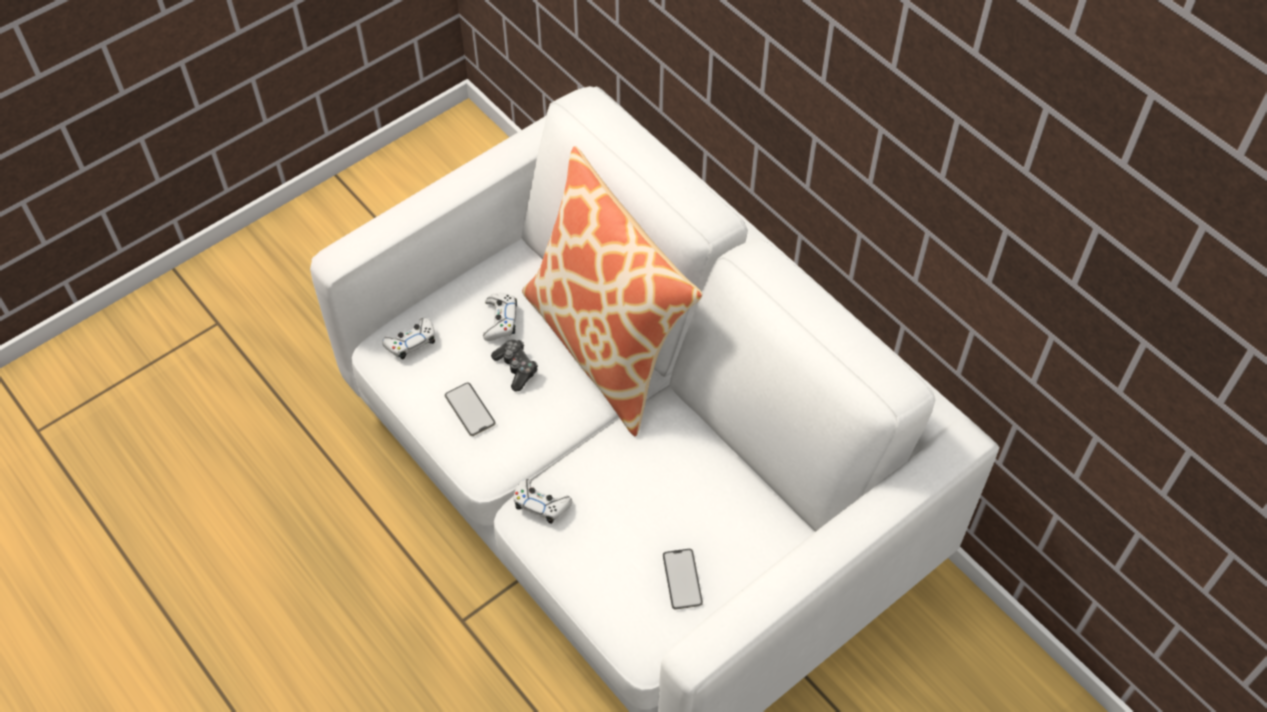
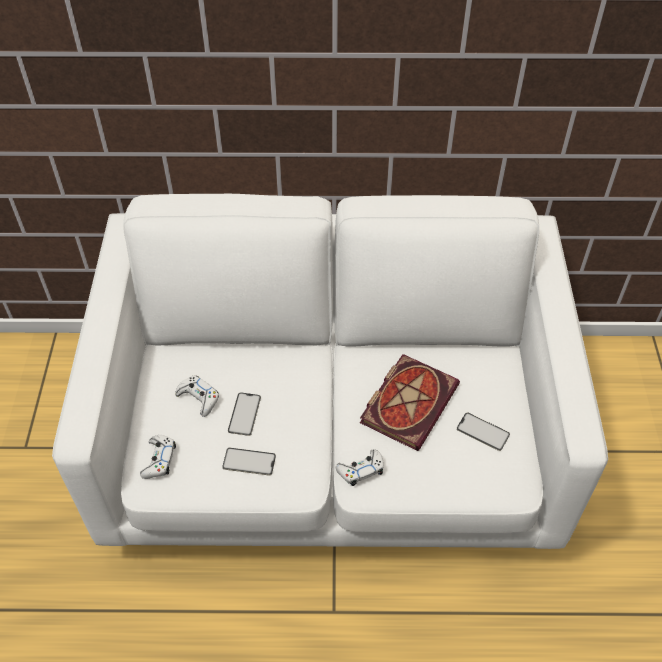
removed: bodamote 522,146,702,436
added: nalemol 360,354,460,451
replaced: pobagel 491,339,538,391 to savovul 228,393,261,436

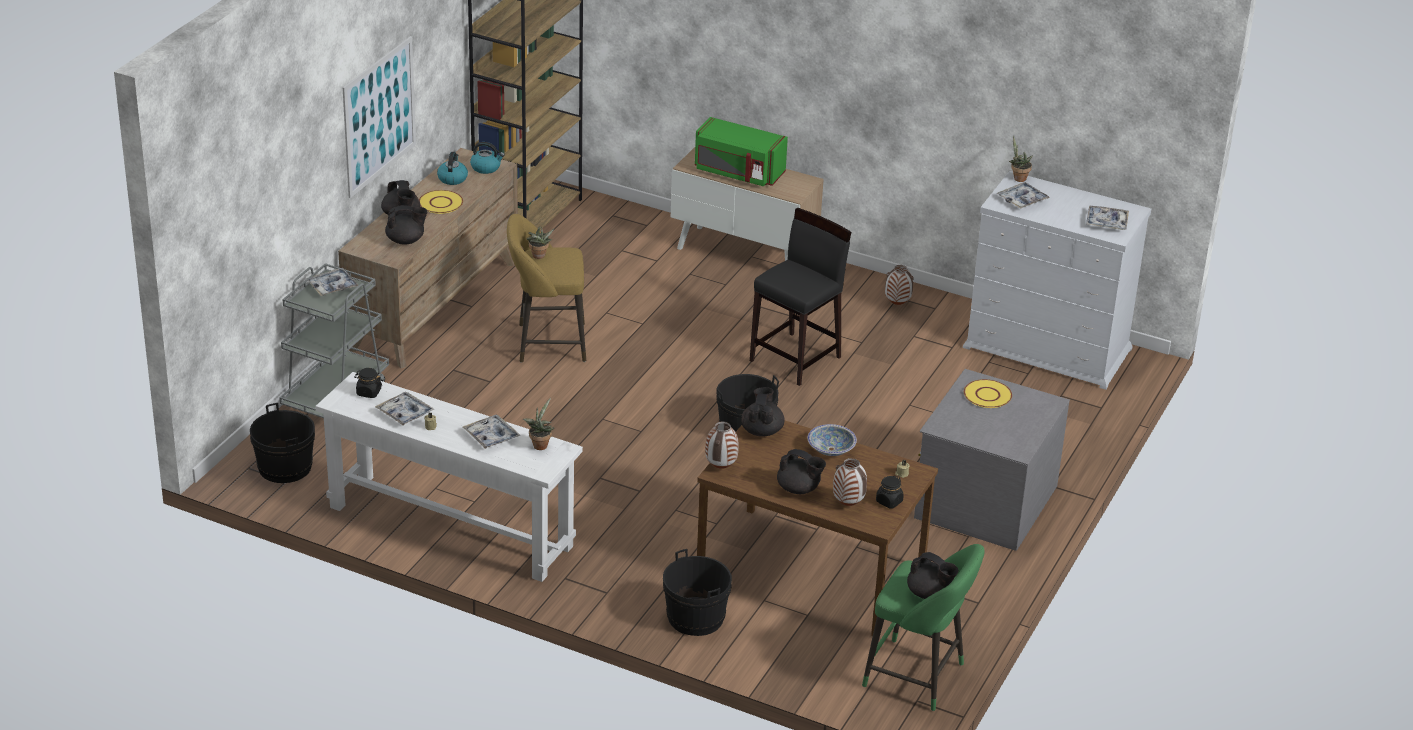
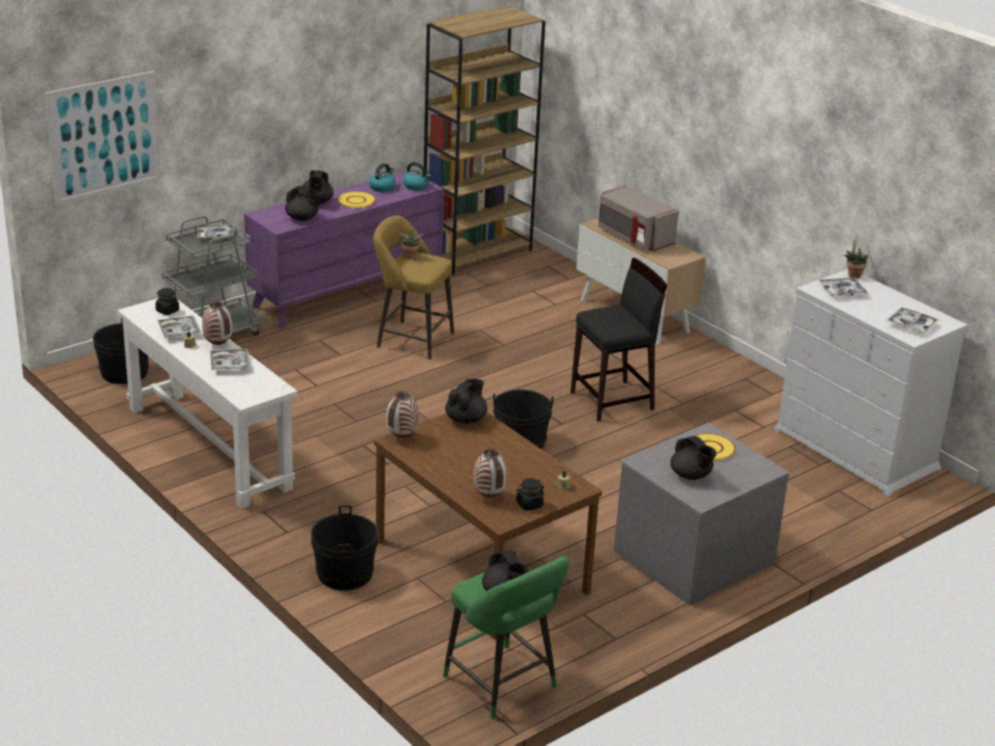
removed: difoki 523,398,554,450; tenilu 808,424,857,456
moved: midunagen 343,36,416,198 to 45,71,161,205; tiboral 885,265,914,305 to 202,301,232,345; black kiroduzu 777,449,826,494 to 670,436,717,480
recoloured: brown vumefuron 338,148,518,368 to purple vumefuron 244,170,444,329; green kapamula 695,117,788,186 to grey kapamula 598,185,679,251

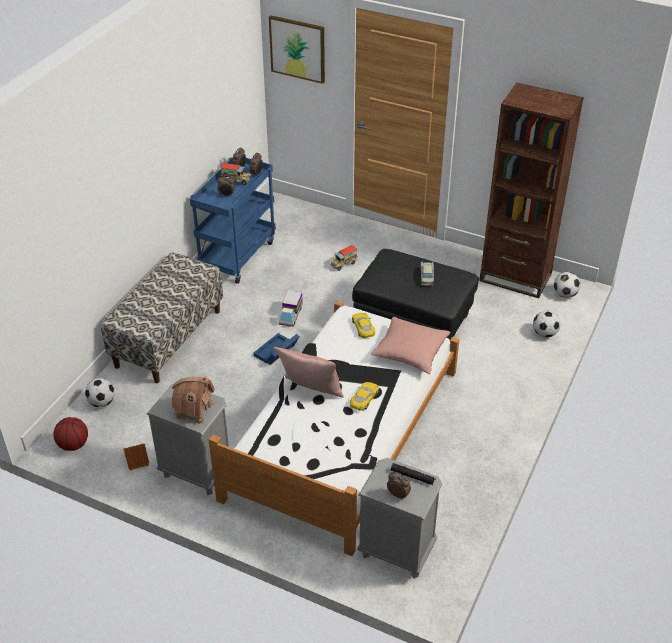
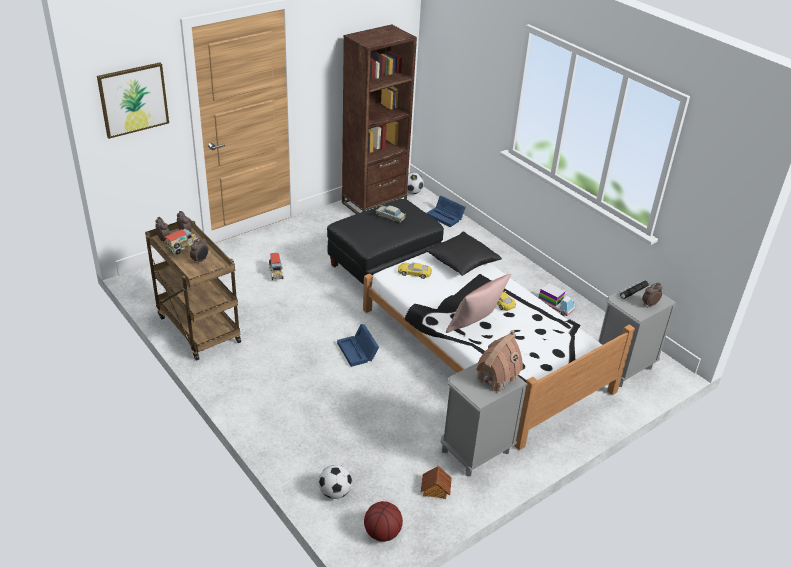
removed: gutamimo 101,252,223,383
moved: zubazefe 279,290,303,327 to 538,283,575,316
replaced: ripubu 533,311,561,338 to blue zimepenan 426,196,466,227
recoloured: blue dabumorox 190,157,276,284 to brown dabumorox 145,219,241,360; pink bodamote 370,317,450,374 to black bodamote 424,232,502,276

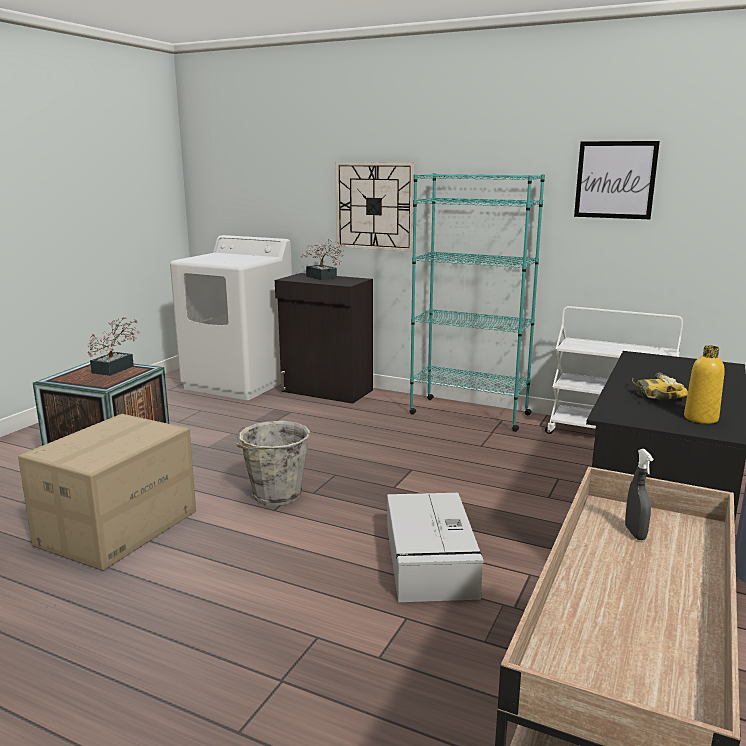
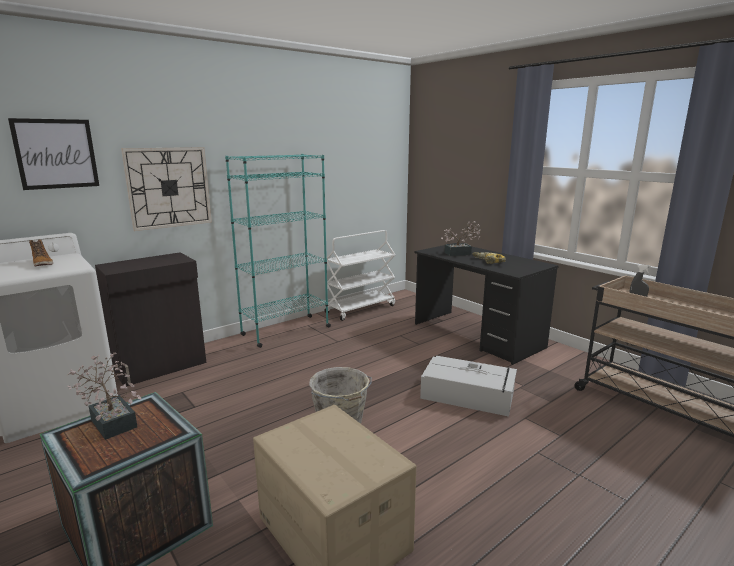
removed: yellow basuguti 684,345,725,424
added: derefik 29,239,53,266
moved: midunagen 574,141,660,219 to 8,118,99,190; difoki 300,239,346,280 to 441,221,481,256

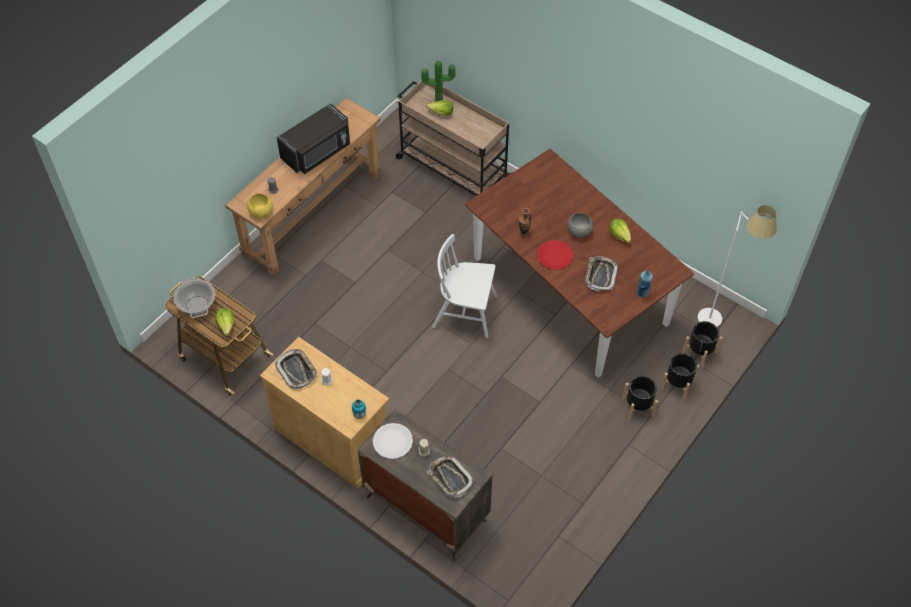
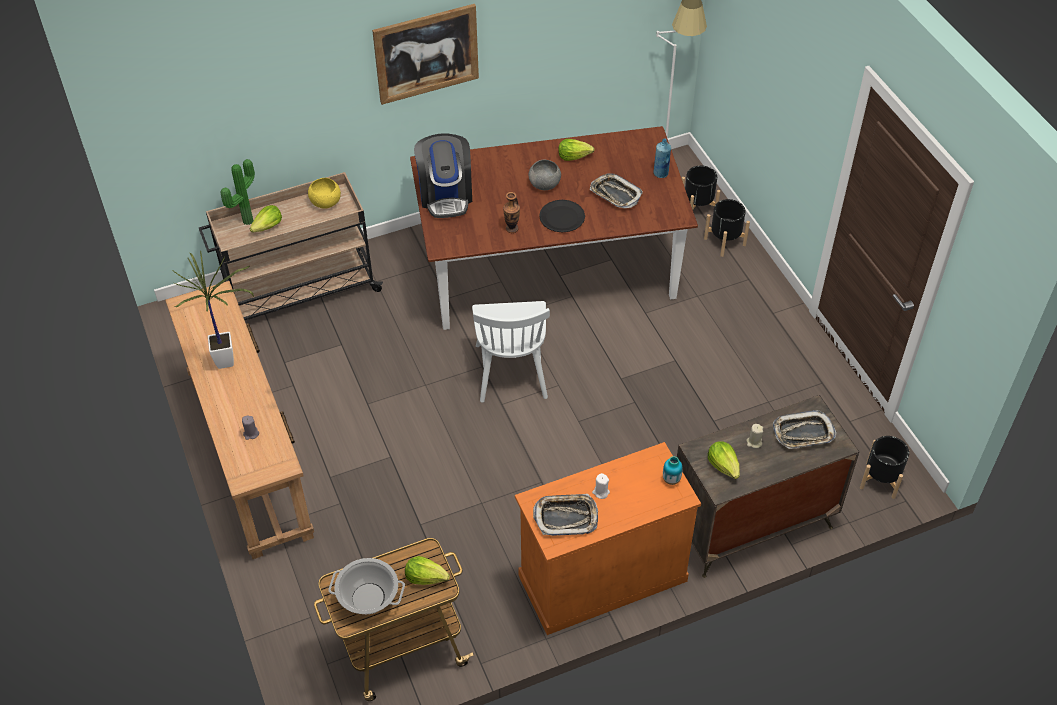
added: midunagen 372,4,479,105; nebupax 414,133,472,218
moved: yellow tenilu 247,194,273,218 to 308,178,341,208; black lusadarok 622,376,658,420 to 860,436,909,499
replaced: black kapamula 277,103,350,174 to difoki 174,250,254,369; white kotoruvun 373,423,413,459 to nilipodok 708,441,740,479
recoloured: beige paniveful 260,337,389,489 to orange paniveful 515,442,701,635; red kotoruvun 537,240,573,269 to black kotoruvun 539,200,585,232
turned: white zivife 432,234,497,338 = 472,301,550,402 45 degrees counterclockwise

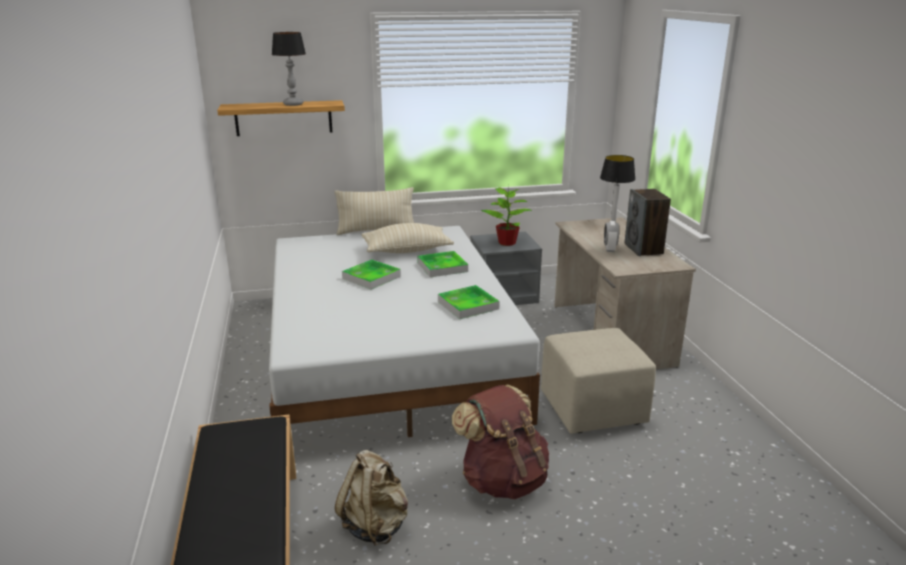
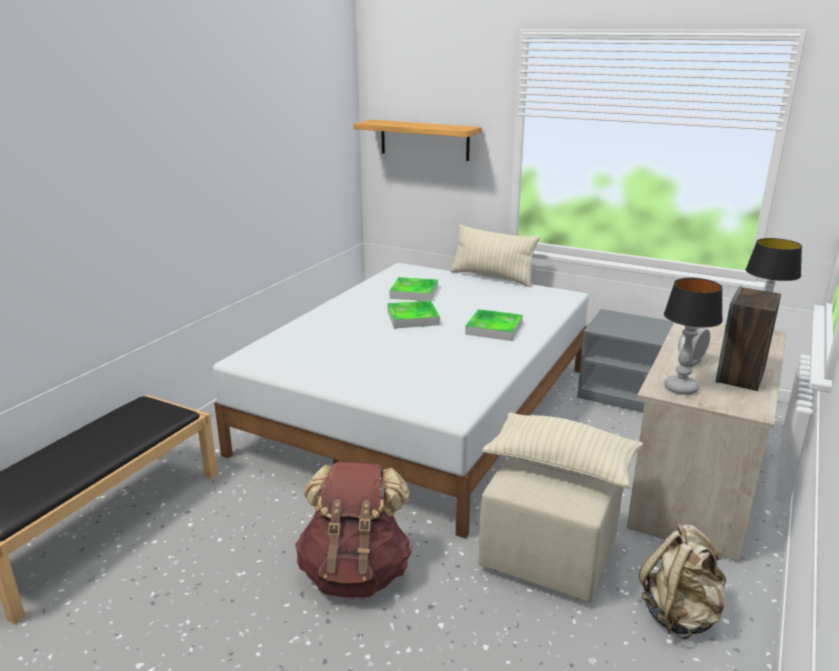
removed: difoki 481,185,532,246
moved: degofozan 438,285,500,319 to 390,277,438,301; beige bodamote 361,223,454,253 to 482,412,643,489; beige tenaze 335,450,408,546 to 639,524,726,639; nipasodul 272,32,306,106 to 664,278,723,395

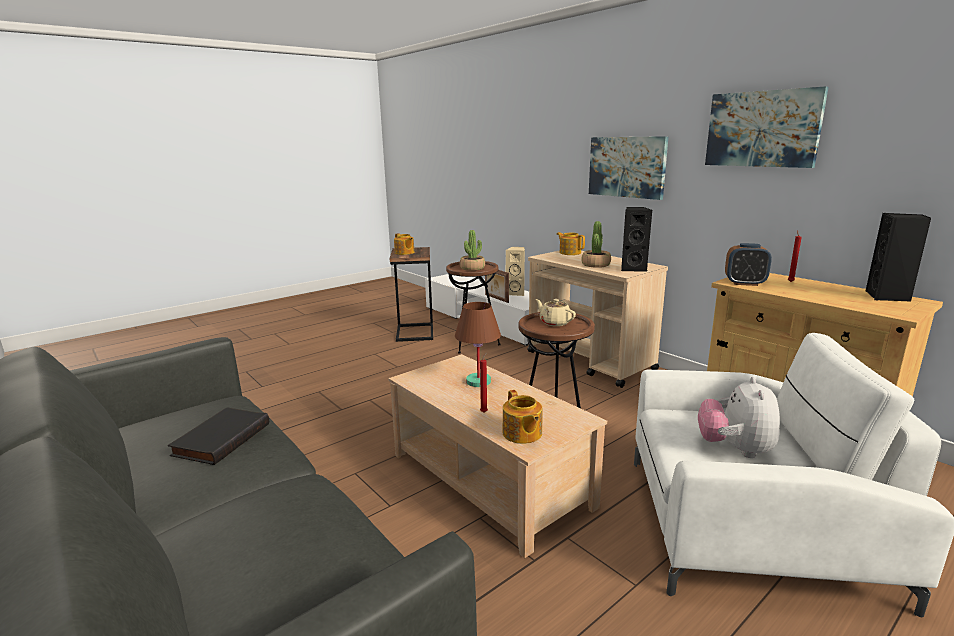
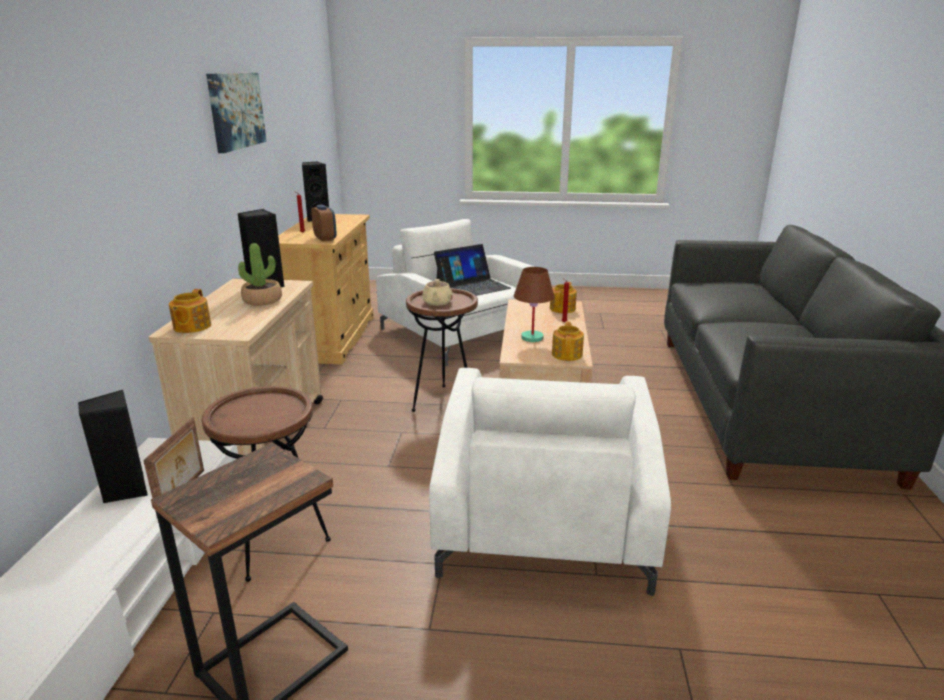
removed: black nalemol 167,407,269,465; difoki 460,230,485,271; midunagen 589,136,669,200
added: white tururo 429,368,671,596
moved: kiroduzu 394,233,414,255 to 552,321,584,361
replaced: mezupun 698,377,780,458 to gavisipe 434,244,511,296
recoloured: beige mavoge 505,247,525,296 to black mavoge 78,390,148,503

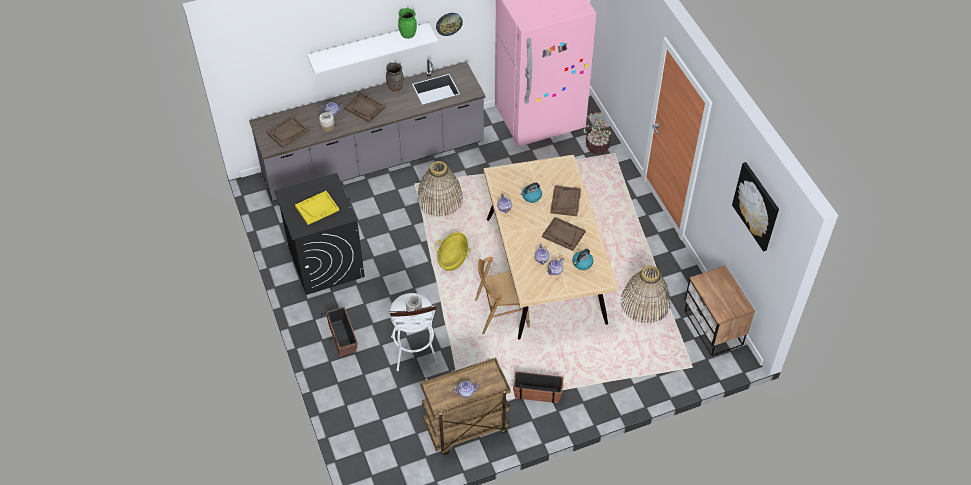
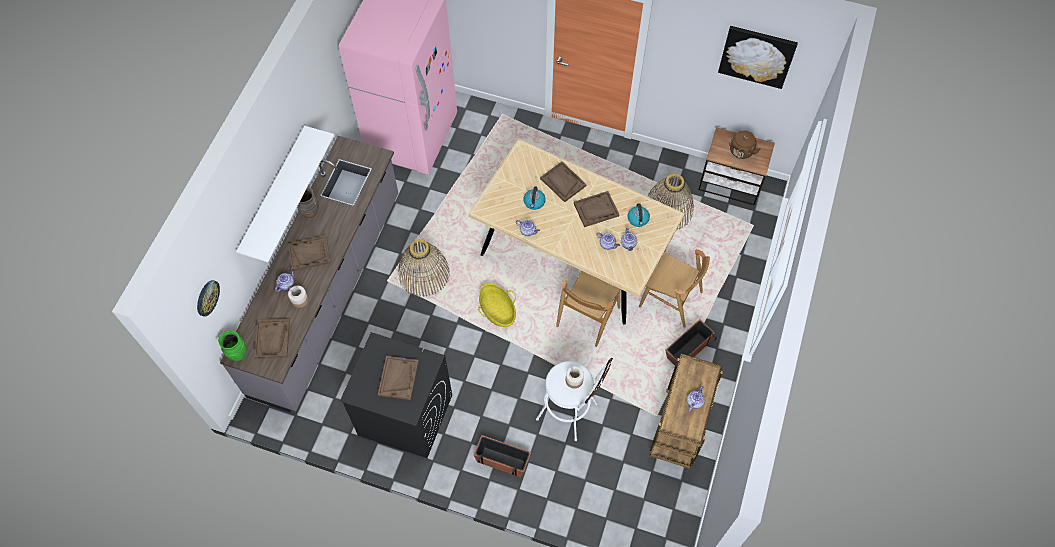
removed: difoki 582,111,613,154
added: brown zivife 639,249,710,328; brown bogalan 729,131,761,159
moved: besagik 436,13,463,36 to 197,280,220,317; green tiboral 398,8,417,39 to 218,330,247,361
recoloured: yellow degofozan 295,191,339,225 to brown degofozan 378,356,419,400

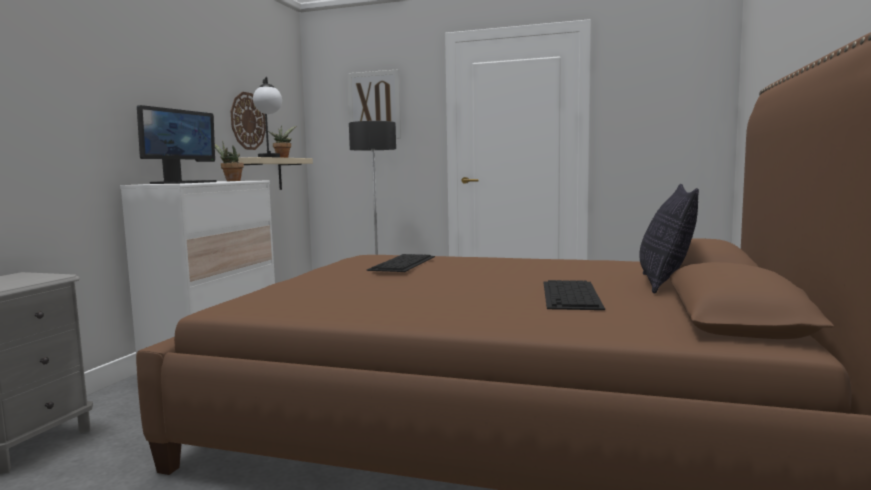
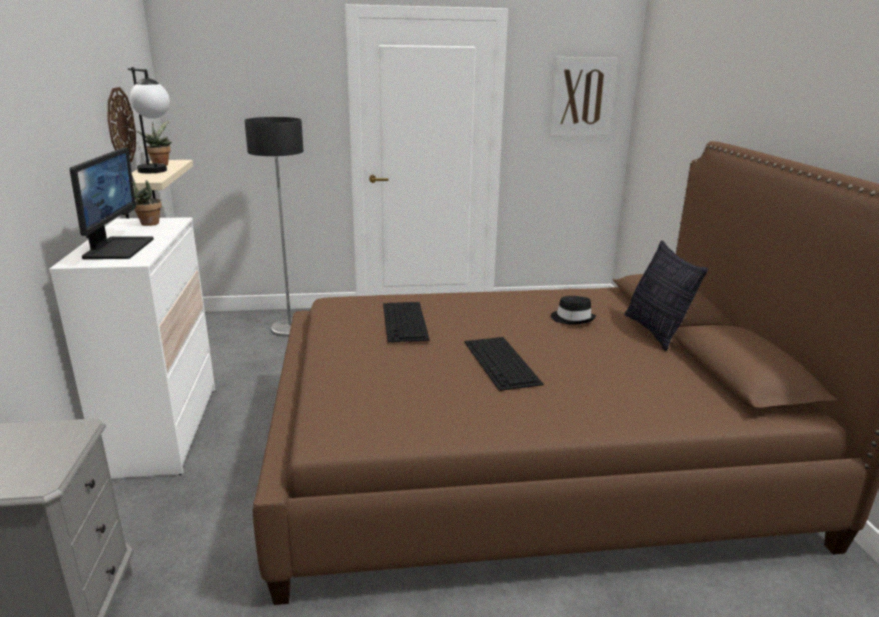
added: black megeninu 551,296,596,325
moved: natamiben 543,280,605,310 to 464,337,544,391; midunagen 347,69,401,138 to 549,57,617,136

